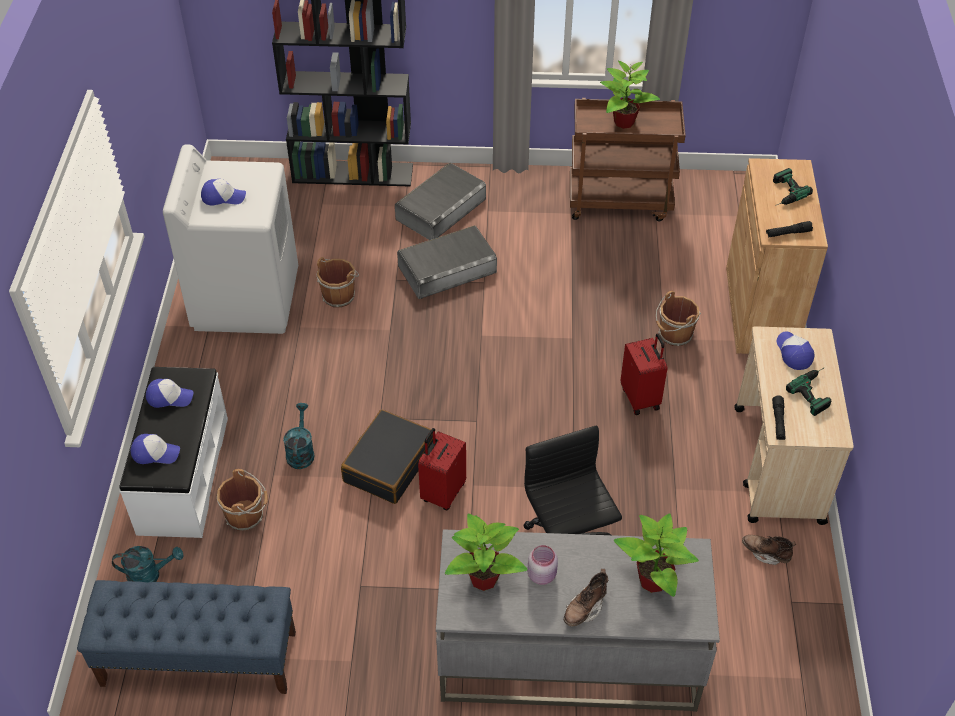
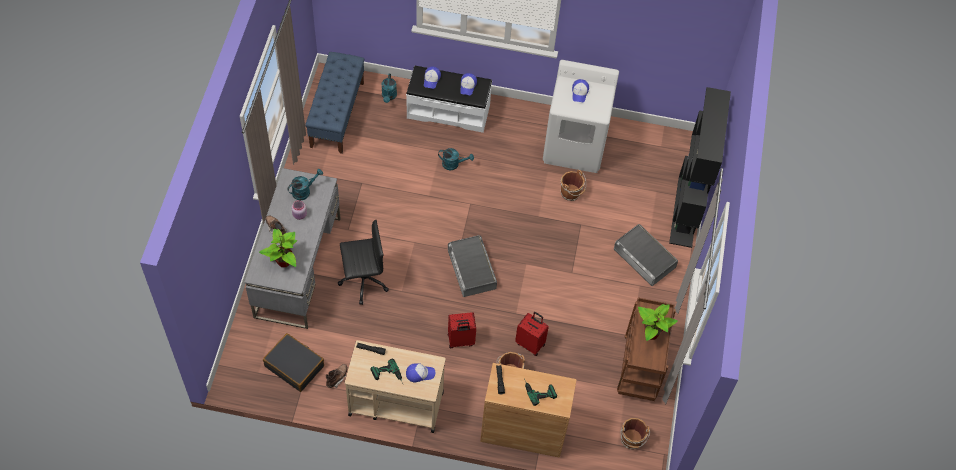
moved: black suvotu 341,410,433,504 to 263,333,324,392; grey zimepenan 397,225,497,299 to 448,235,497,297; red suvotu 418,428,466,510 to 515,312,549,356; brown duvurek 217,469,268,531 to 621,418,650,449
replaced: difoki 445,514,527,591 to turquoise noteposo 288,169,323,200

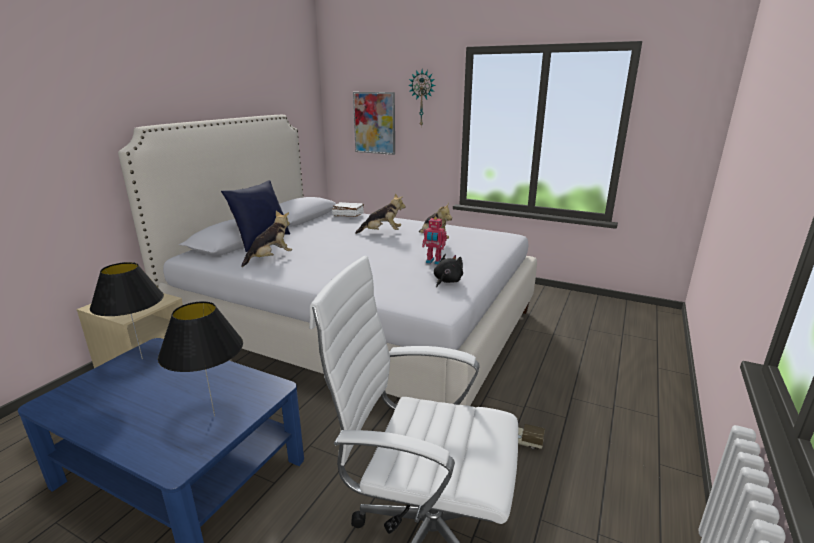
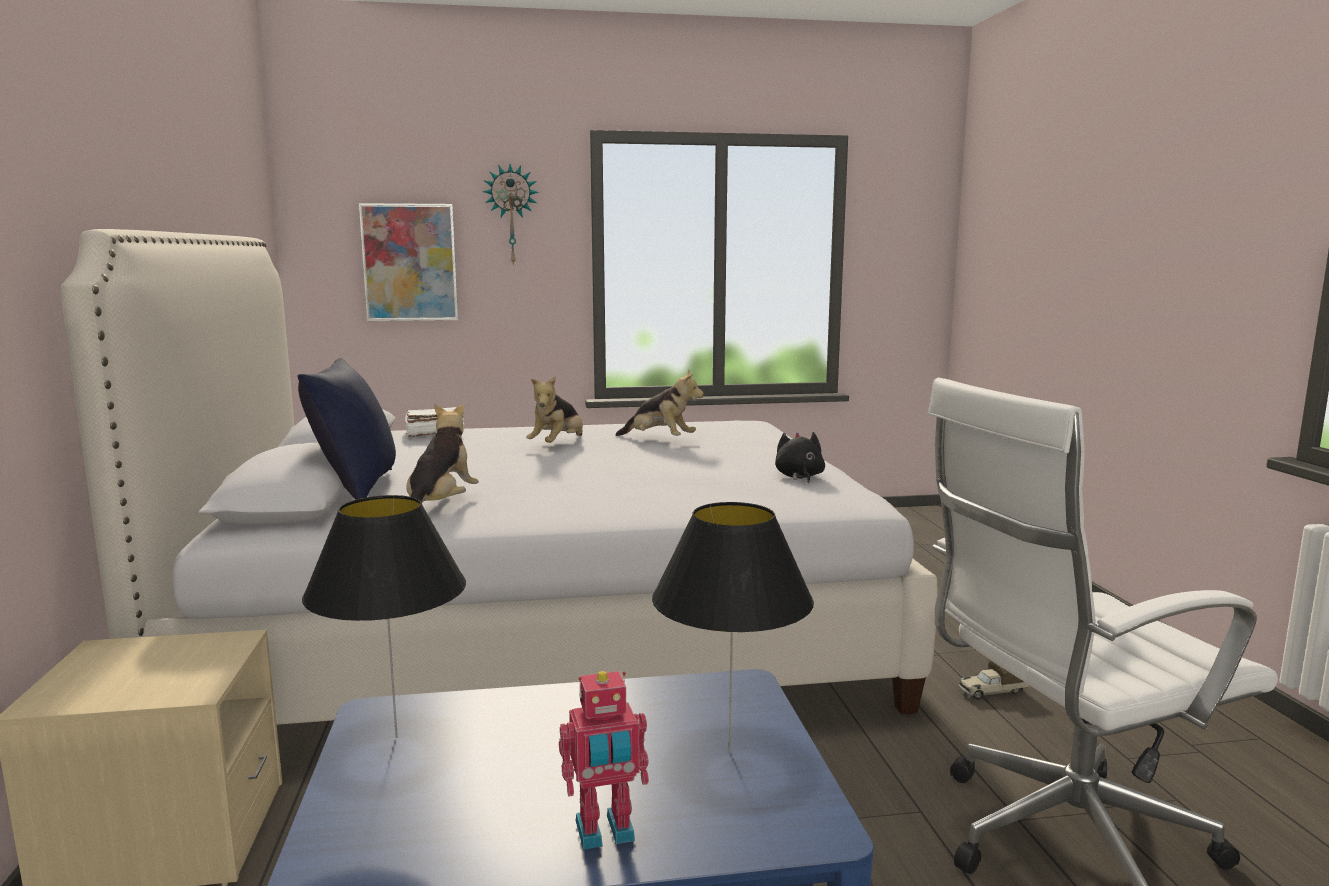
moved: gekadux 422,217,447,265 to 559,671,649,850
turned: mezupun 355,193,406,234 = 526,376,583,443 150 degrees clockwise

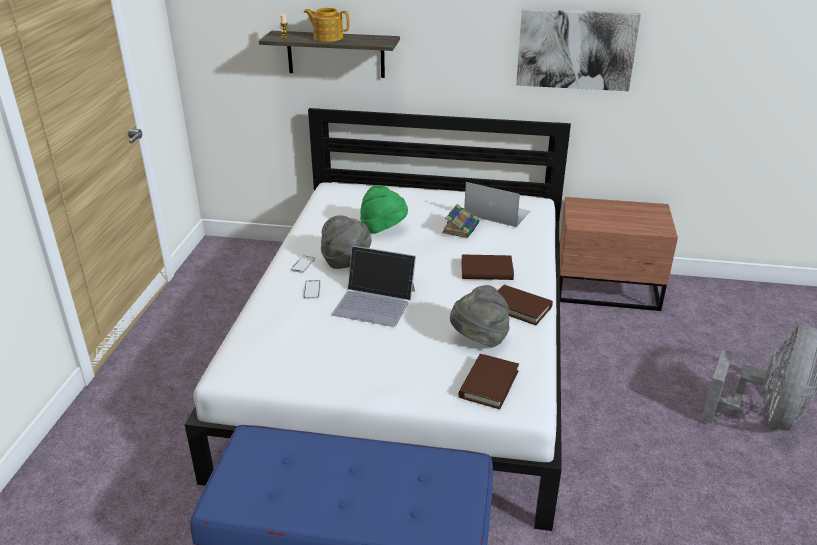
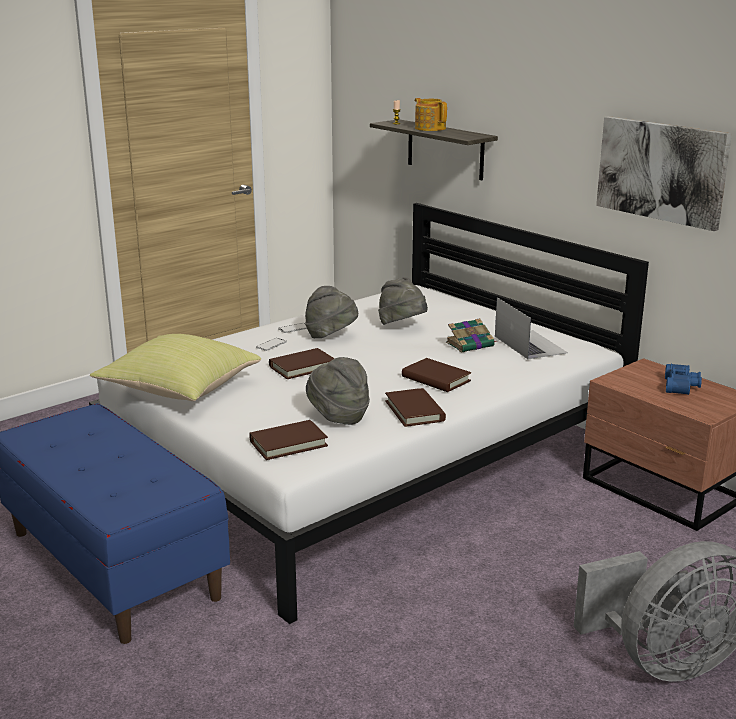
added: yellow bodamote 90,334,261,401; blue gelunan 665,364,702,395
replaced: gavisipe 332,246,416,327 to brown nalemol 269,348,335,379
recoloured: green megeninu 360,185,408,234 to grey megeninu 378,277,428,325

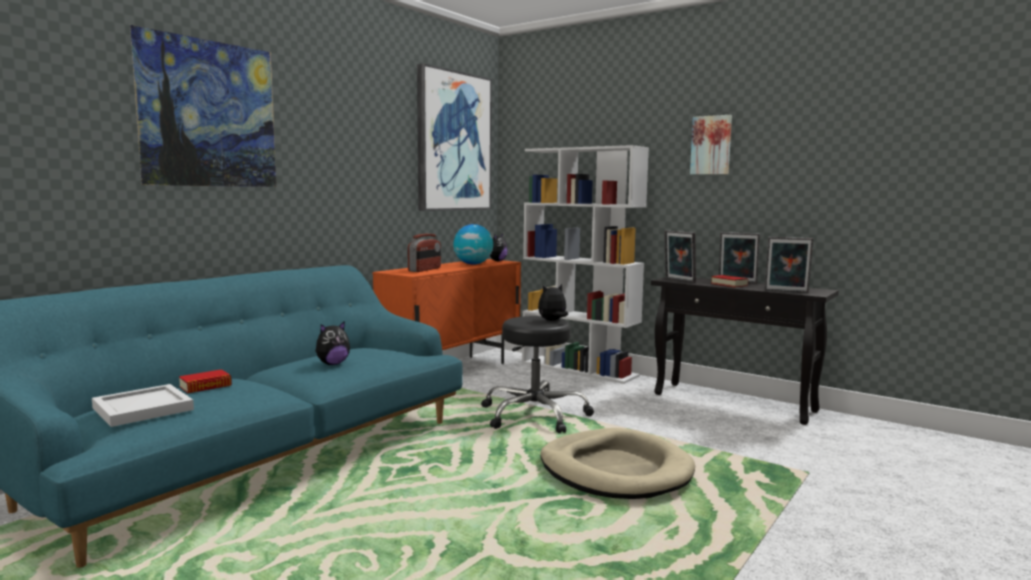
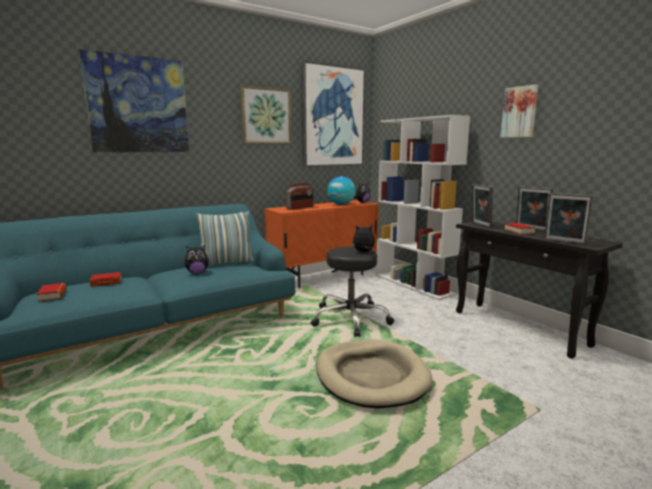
added: bodamote 196,211,254,266; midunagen 240,86,291,143
replaced: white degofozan 92,384,194,427 to nalemol 36,283,66,302

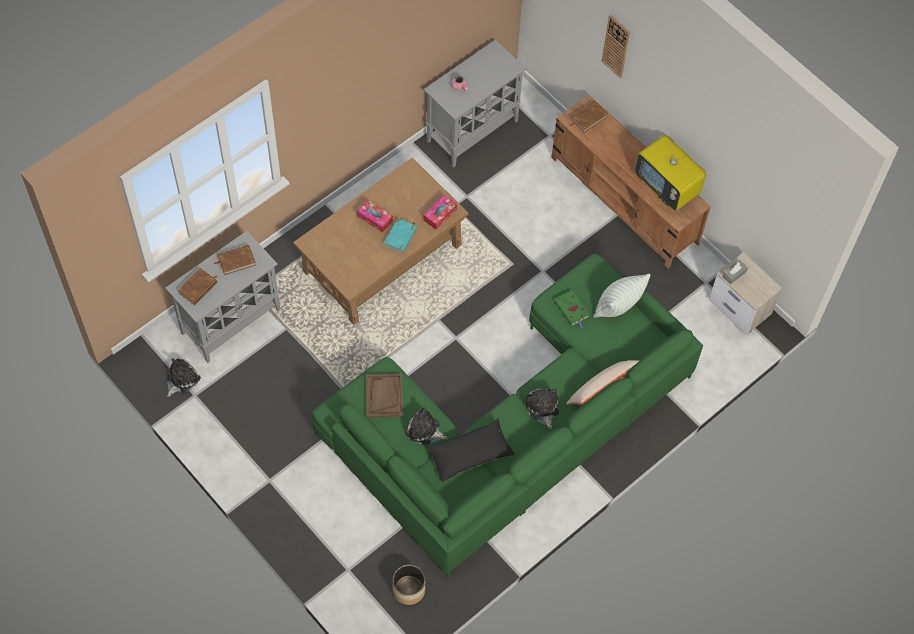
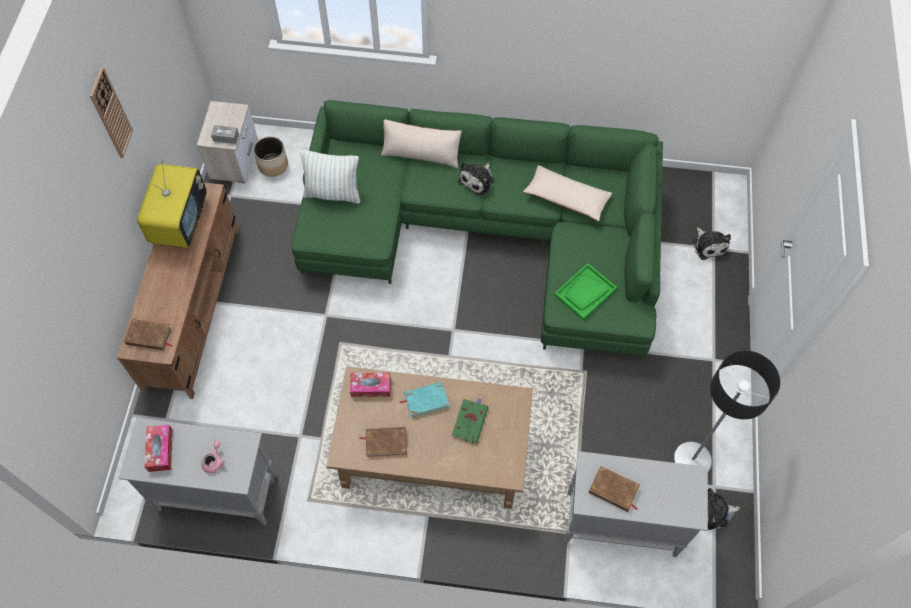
added: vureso 673,350,780,472
moved: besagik 602,14,630,78 to 89,67,133,158; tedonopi 357,200,393,233 to 144,425,173,472; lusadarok 393,565,425,605 to 253,137,288,177; brown nalemol 177,268,217,305 to 359,427,407,457; green nalemol 554,290,590,328 to 452,398,489,444; mezupun 406,406,447,445 to 693,227,731,260
recoloured: black bodamote 426,418,514,483 to beige bodamote 523,165,612,221; brown degofozan 366,374,403,418 to green degofozan 554,263,617,320

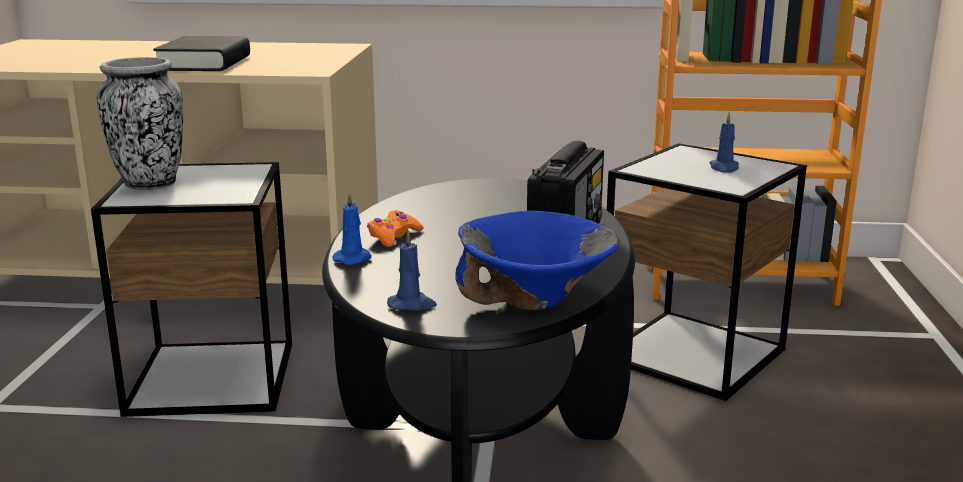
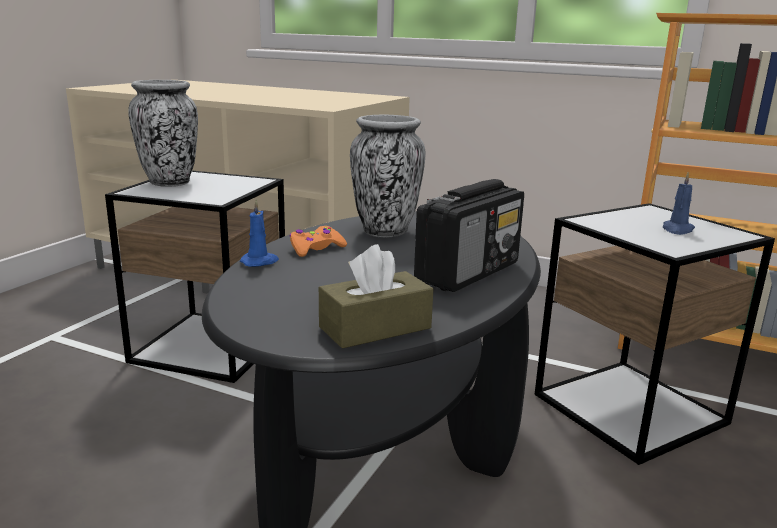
removed: black nalemol 153,36,250,71; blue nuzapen 387,230,437,311
added: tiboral 350,115,425,238
replaced: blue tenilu 456,211,620,310 to brown tedonopi 319,244,433,349

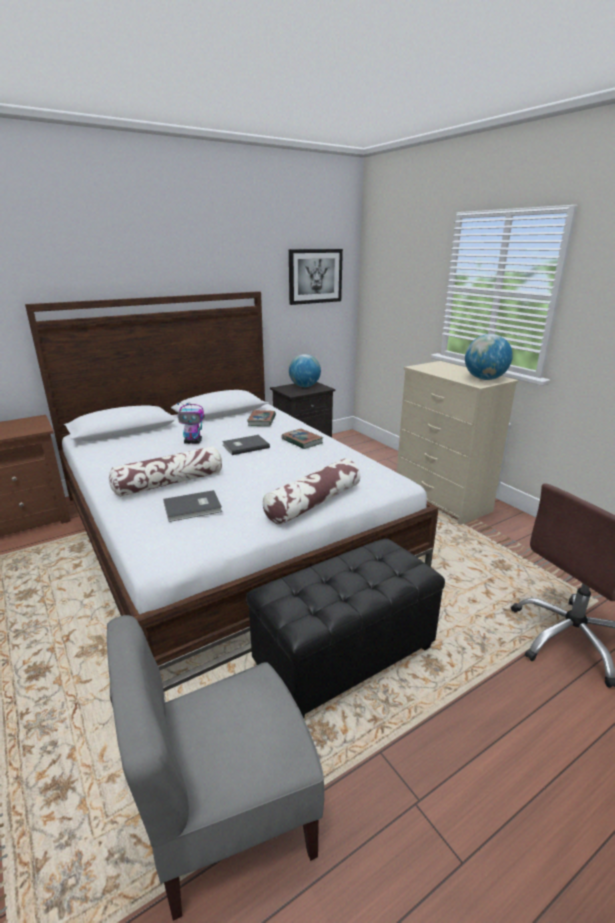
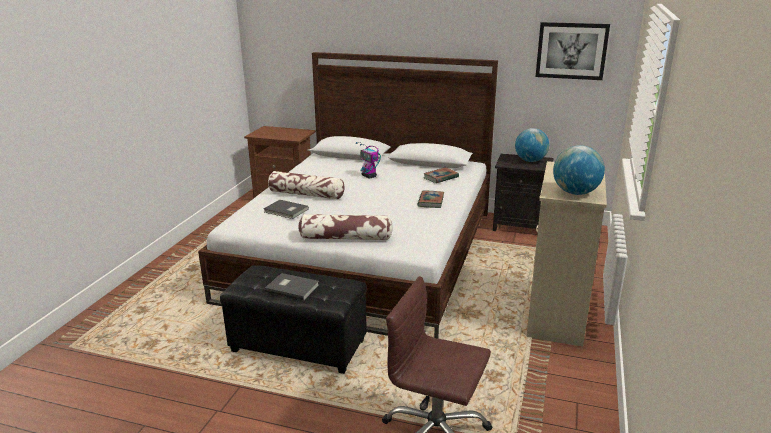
removed: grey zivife 107,615,324,921
moved: grey nalemol 222,435,270,455 to 265,273,319,301

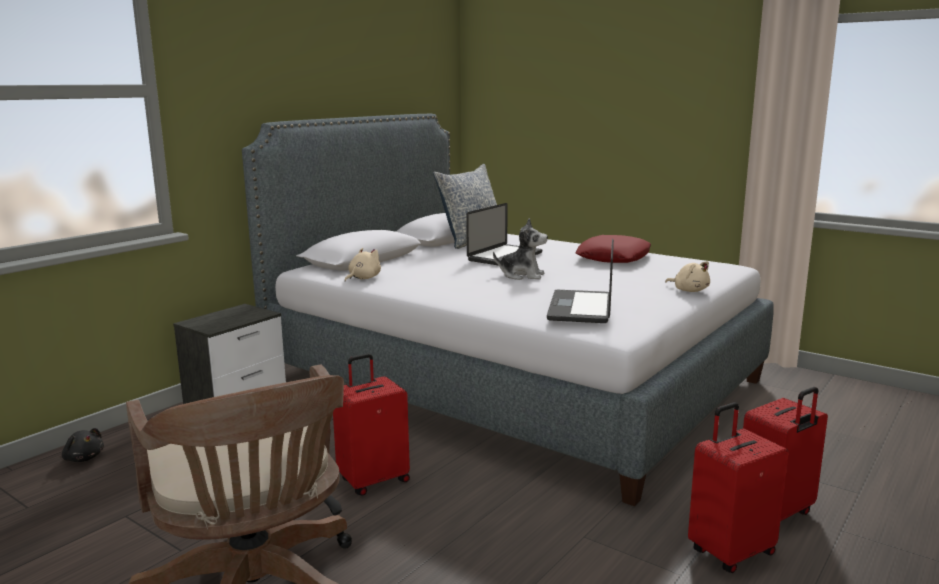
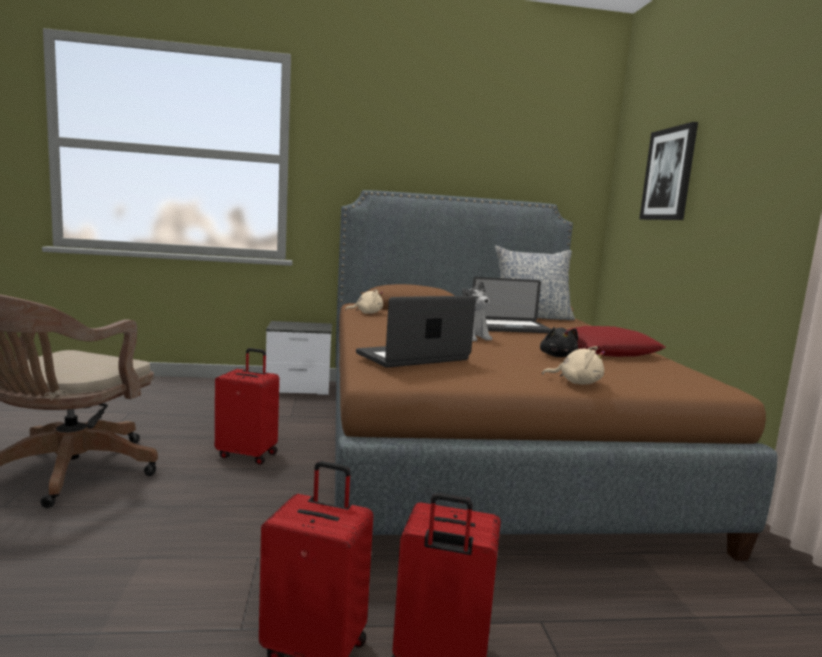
added: midunagen 639,122,698,220
moved: black mezupun 62,428,104,462 to 540,327,578,357
recoloured: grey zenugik 242,114,774,506 to brown zenugik 335,190,778,561
turned: beige mezupun 665,261,710,292 = 542,346,605,385 75 degrees counterclockwise

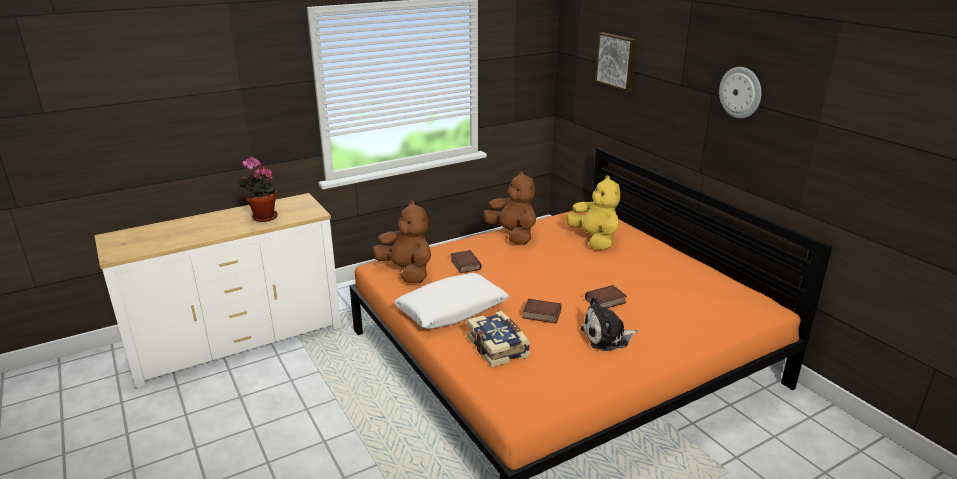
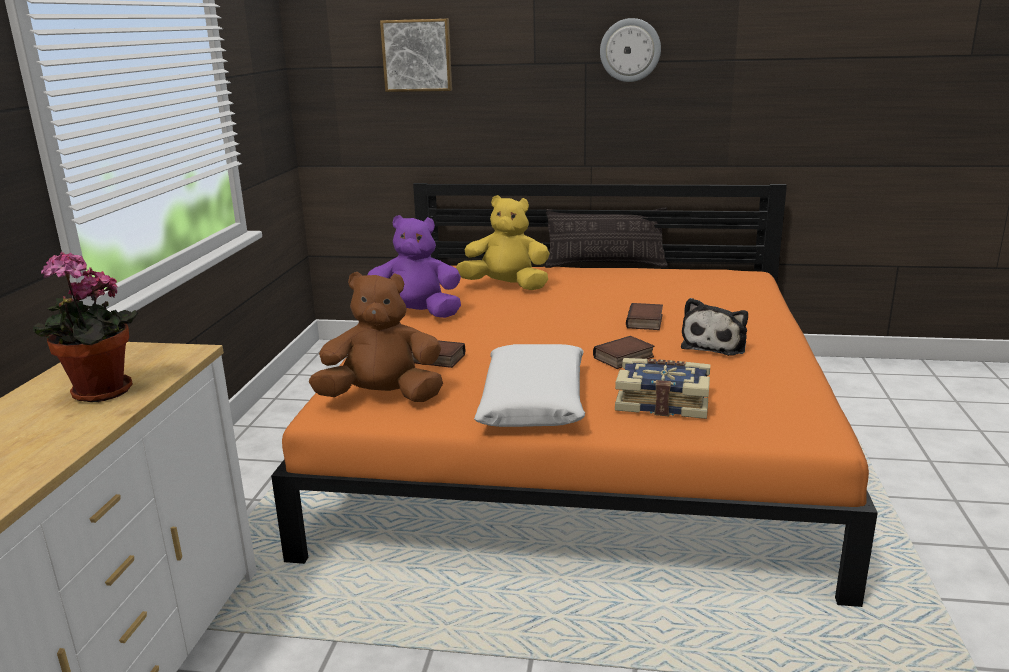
added: bodamote 545,208,668,268
recoloured: brown mezupun 483,171,536,245 to purple mezupun 367,215,461,318

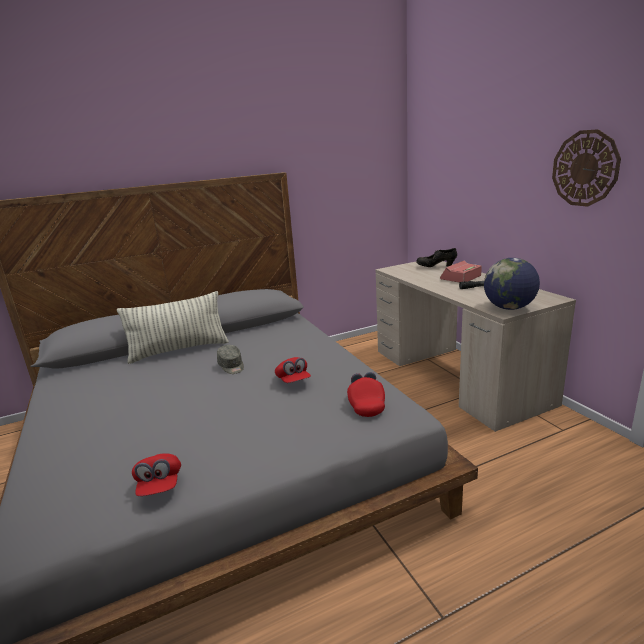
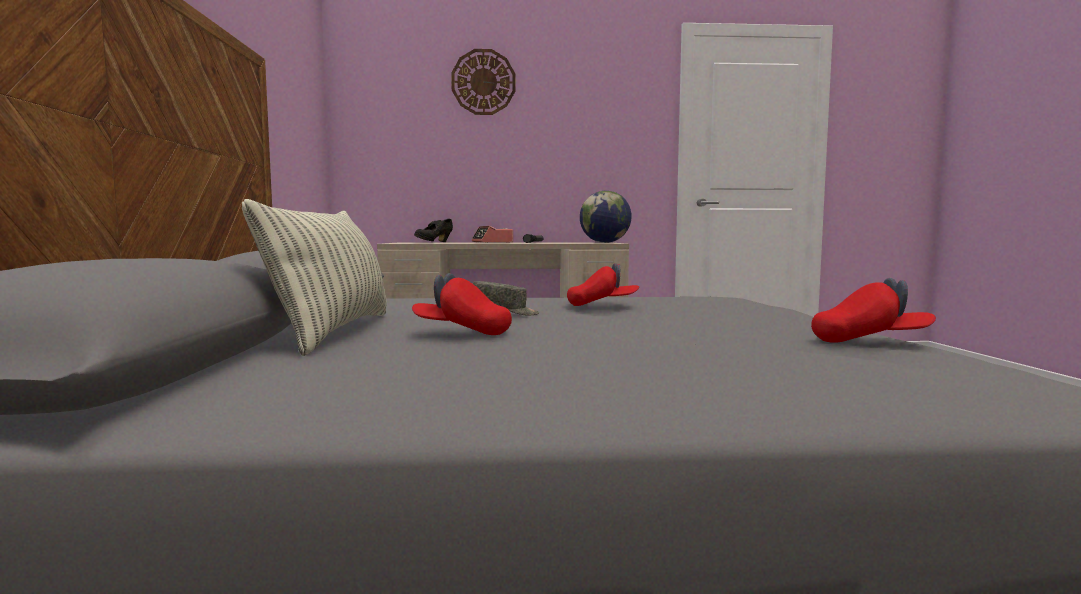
moved: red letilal 347,372,385,417 to 412,273,512,335; besagik 552,129,621,207 to 451,49,515,115

